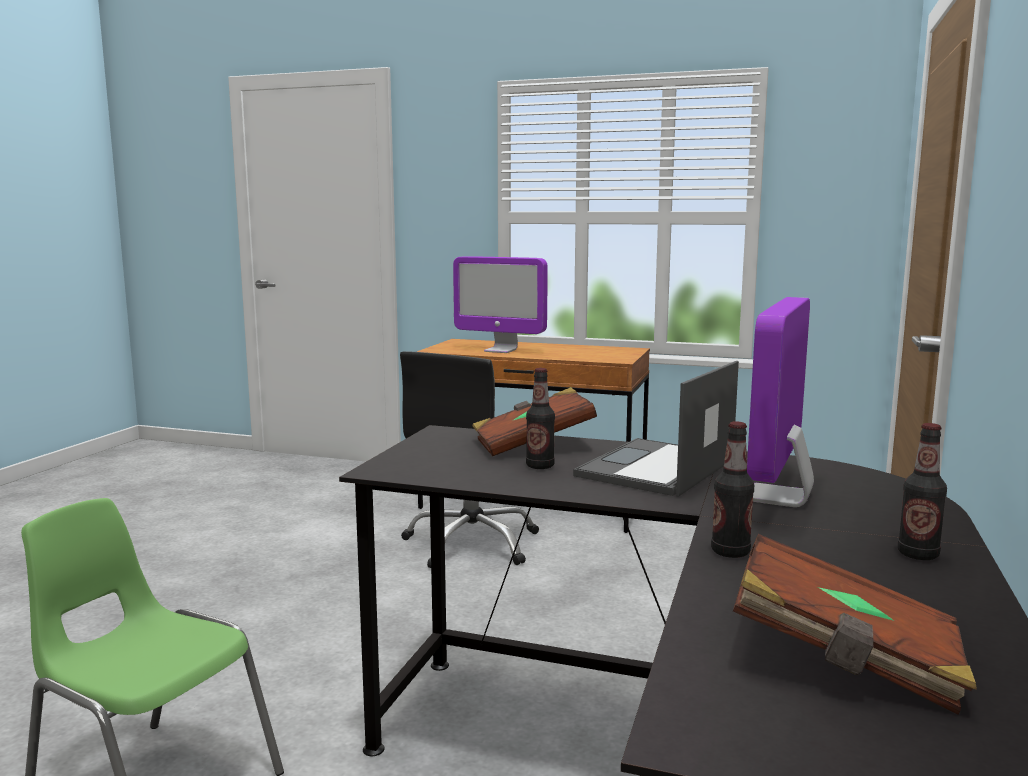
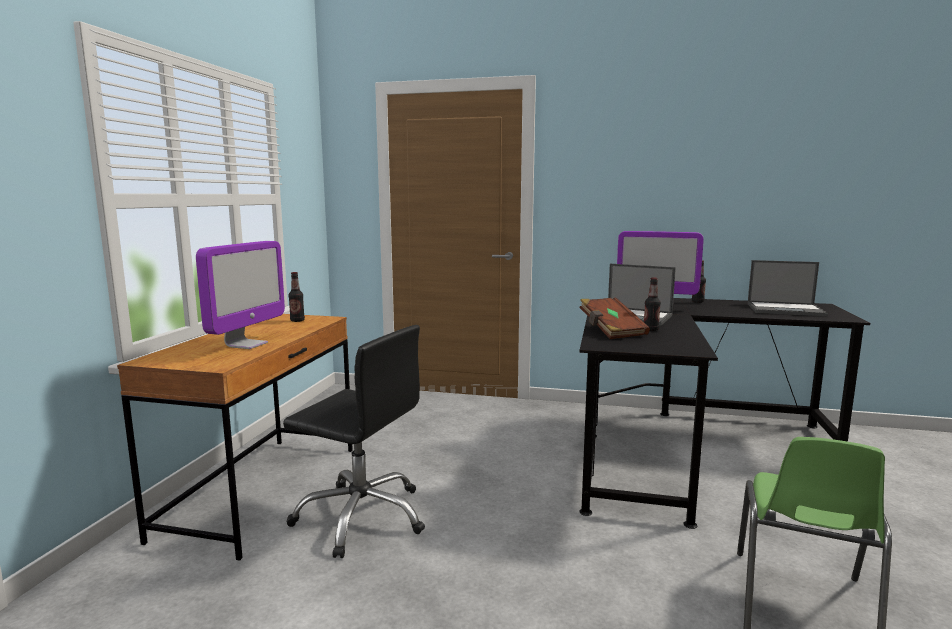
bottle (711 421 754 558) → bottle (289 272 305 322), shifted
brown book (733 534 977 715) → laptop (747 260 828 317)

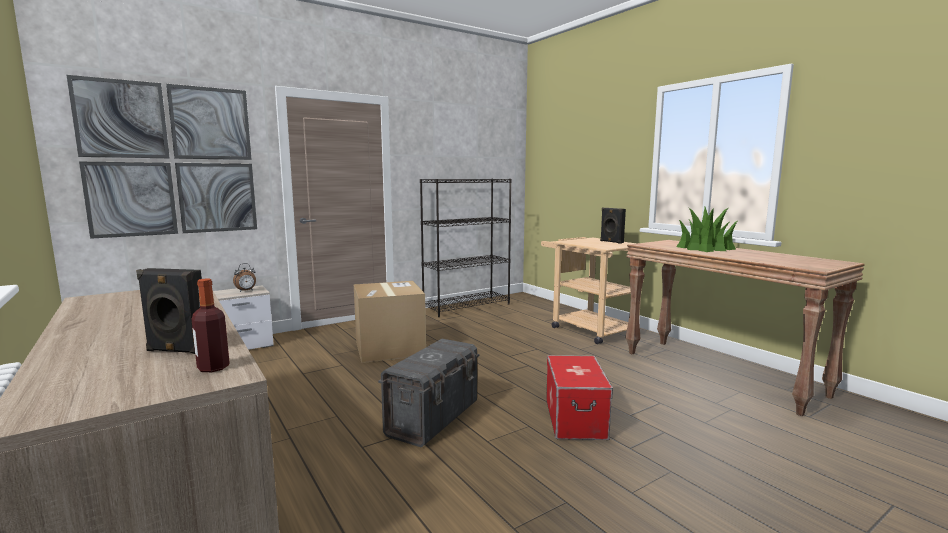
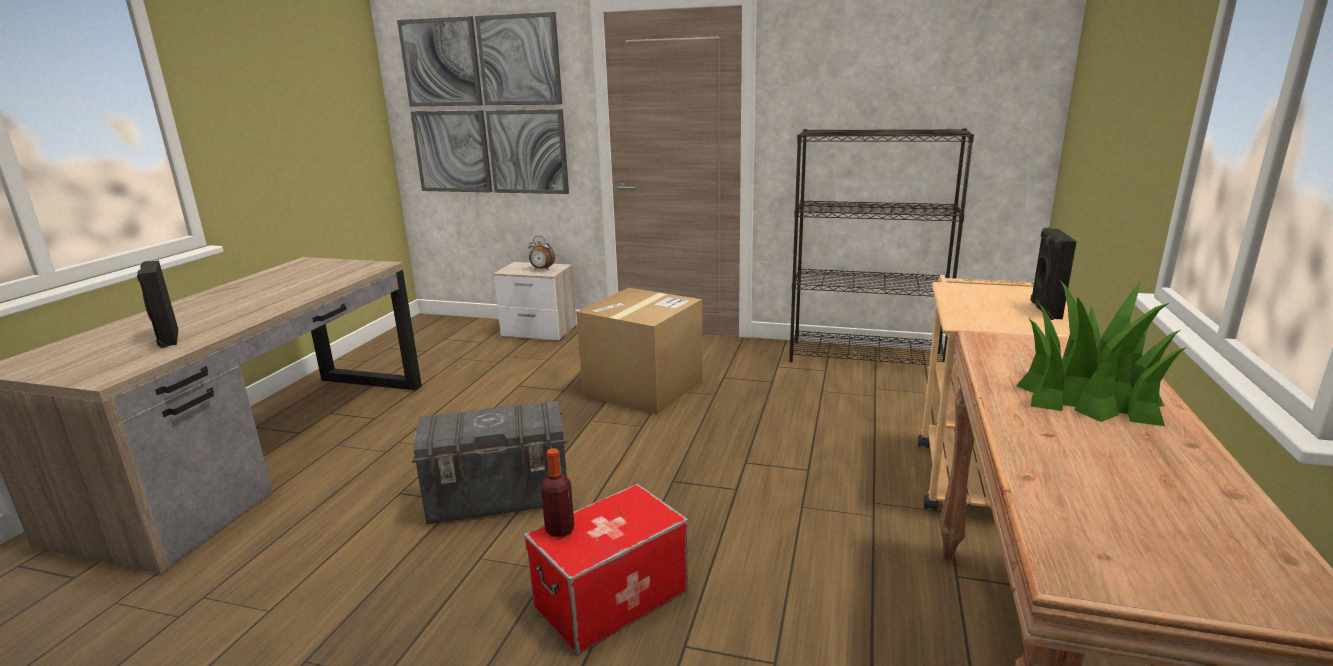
bottle (192 279 230 372) → bottle (541 448 575 538), shifted

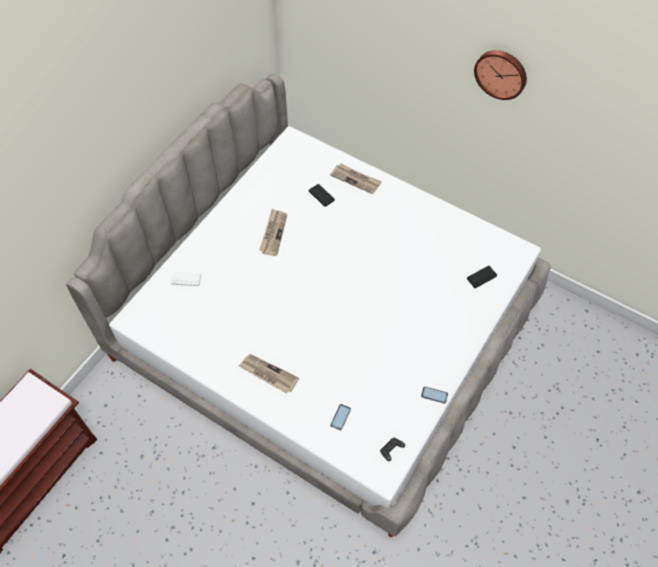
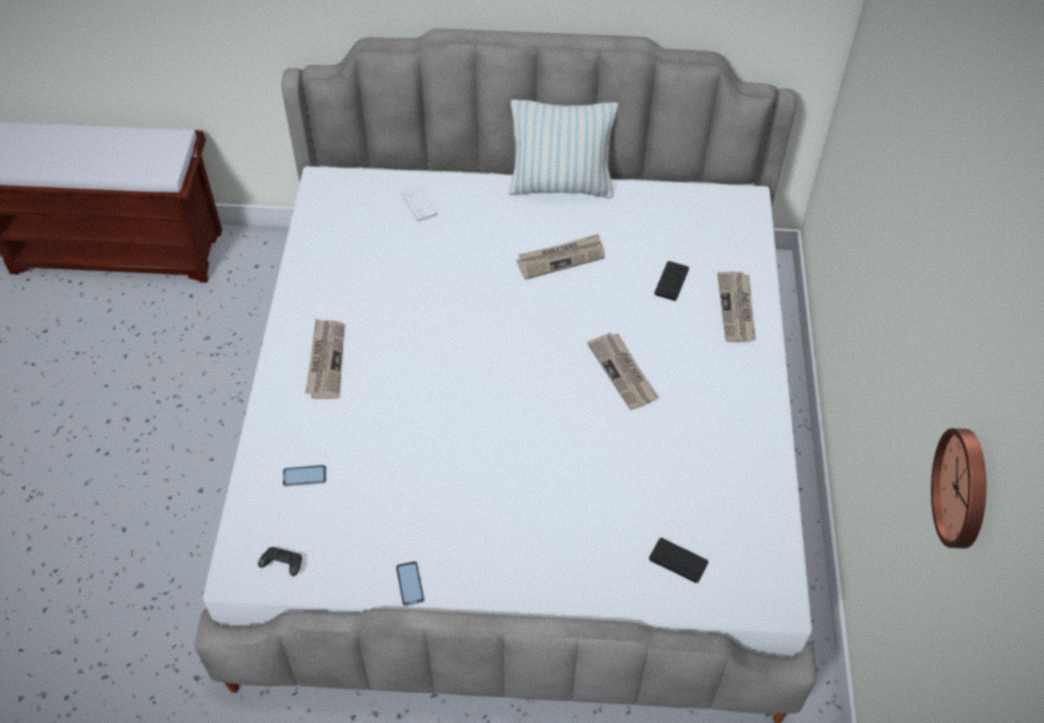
- → pillow (509 100 618 198)
- → newspaper (587 333 659 410)
wall clock (474 50 527 100) → wall clock (931 428 986 549), shifted

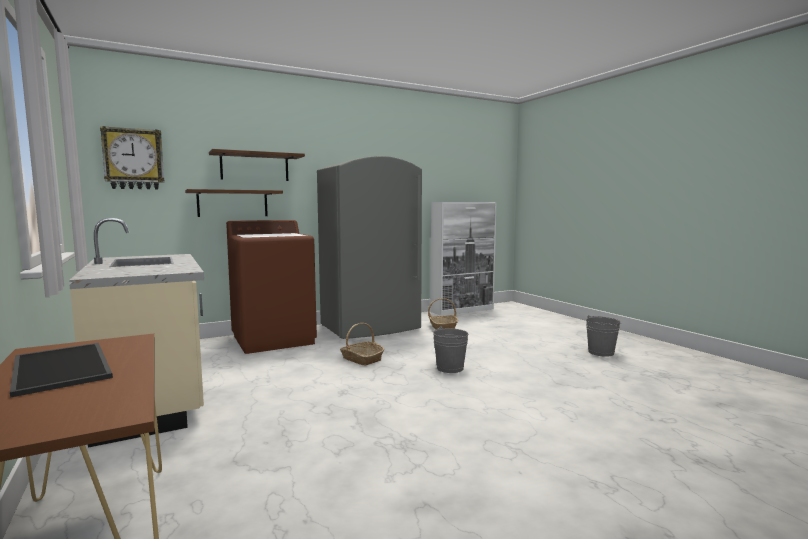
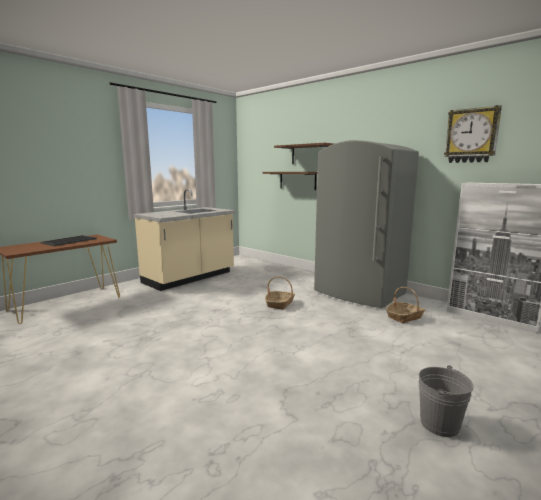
brown washing machine (226 220 317 354) → -
grey bucket (433 326 468 373) → -
wall clock (100 126 164 189) → wall clock (444 105 502 163), shifted

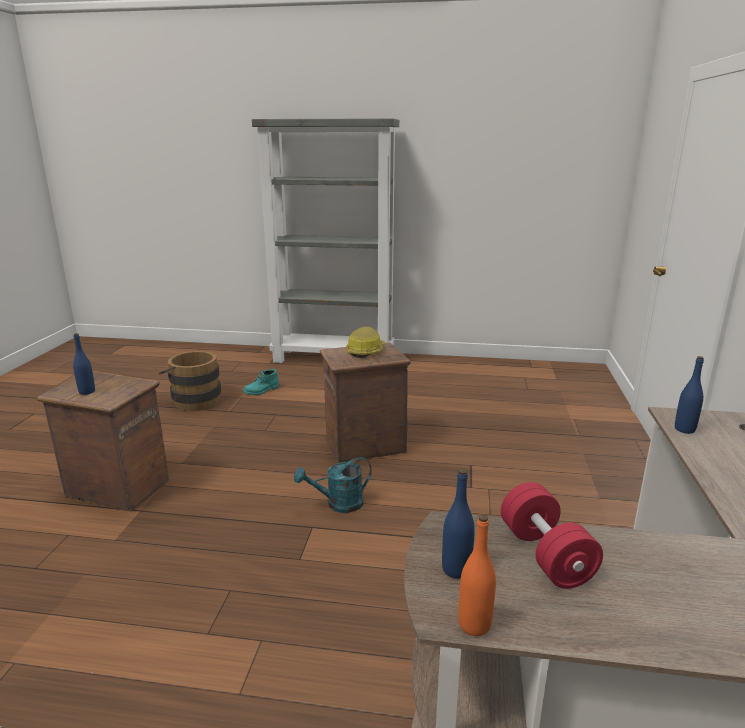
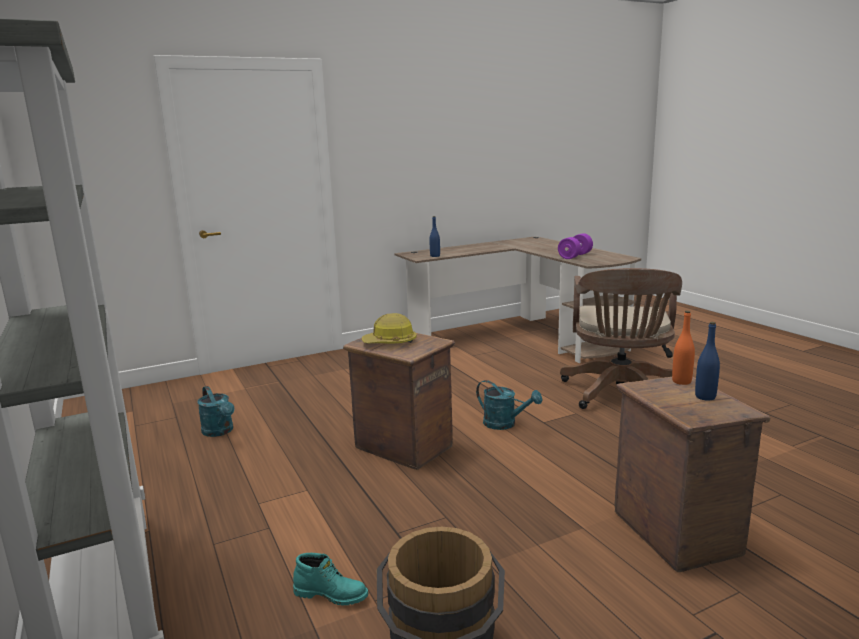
blue bottle (442 469 475 579) → -
- → turquoise watering can (197 386 234 437)
- → brown office chair (560 268 682 409)
orange bottle (458 515 496 636) → orange bottle (672 311 695 385), shifted
red dumbbell (501 482 603 589) → purple dumbbell (558 233 593 259)

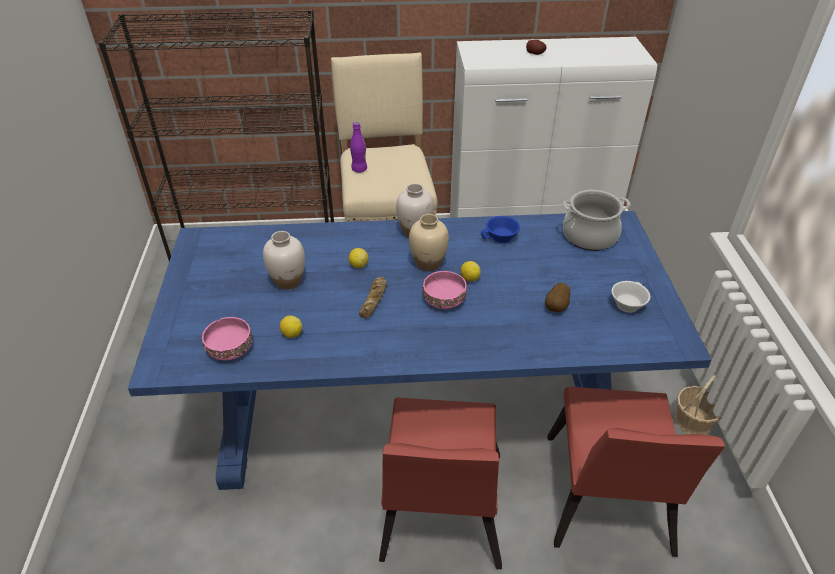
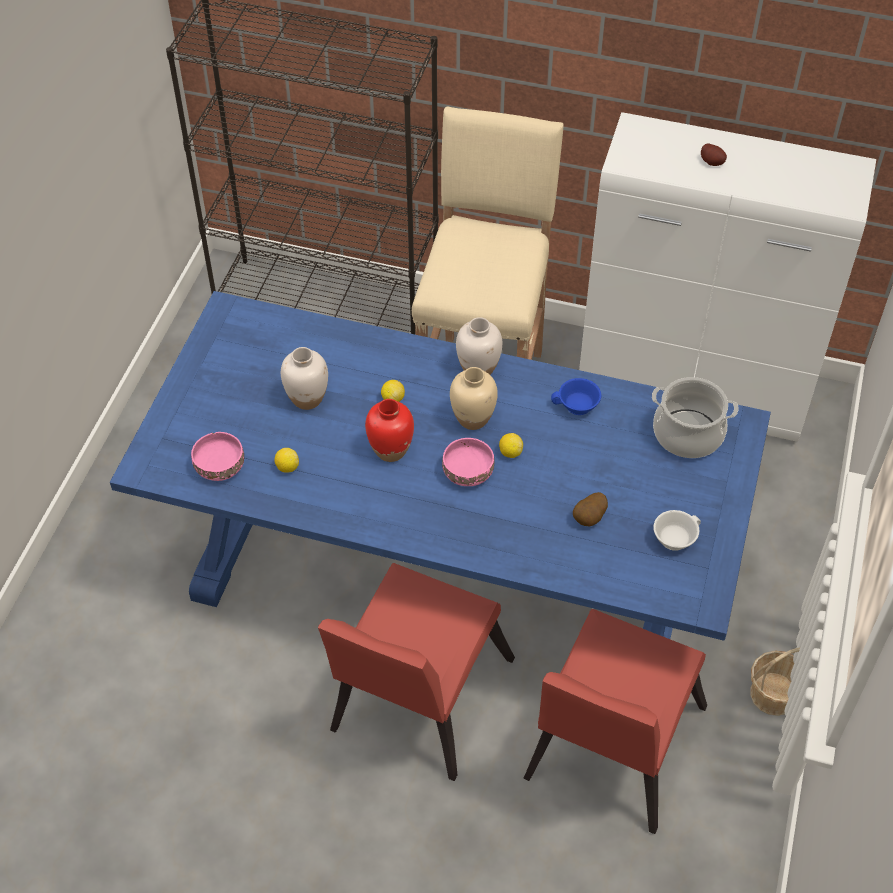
purple bottle (350 122 367 173) → -
bread (359 277 387 318) → red vase (365 399 414 462)

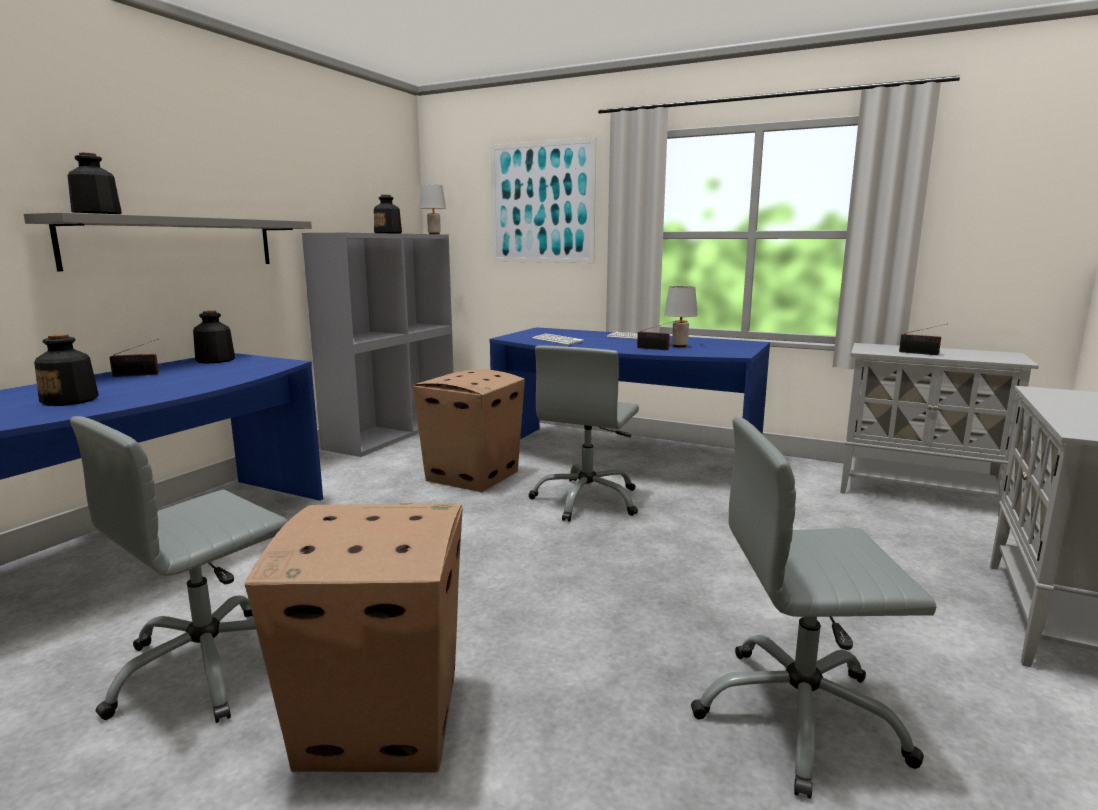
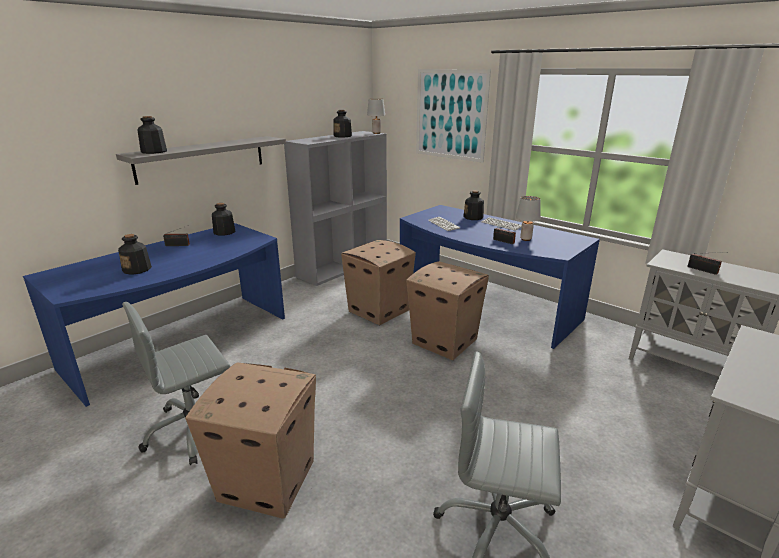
- → bottle (463 190 484 220)
grey office chair (528 345 639 522) → cardboard box (406 261 489 360)

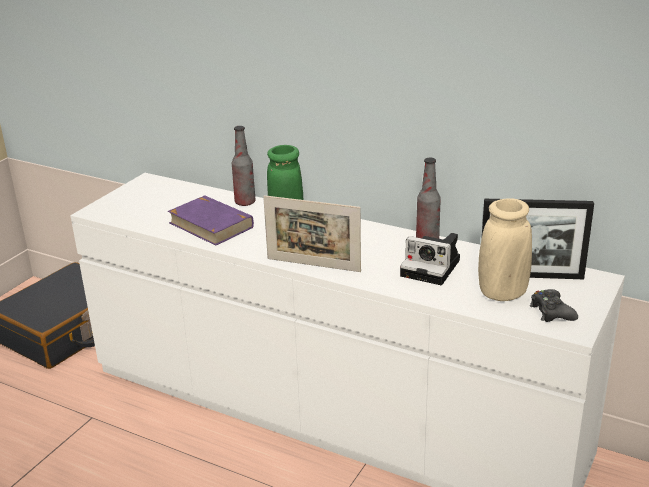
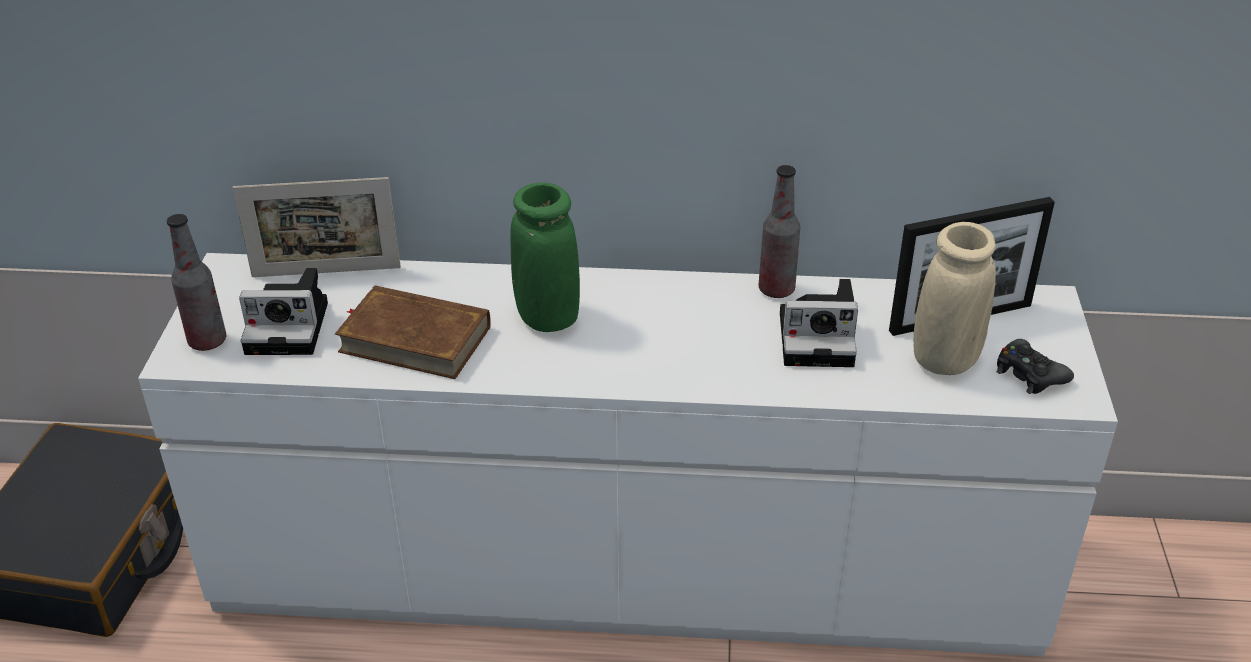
- → photo camera (239 268 328 355)
bottle (232 126 256 206) → bottle (167 214 226 351), shifted
picture frame (263 195 361 272) → picture frame (232 177 401 277), shifted
purple book (168 195 254 246) → brown book (335 285 491 379)

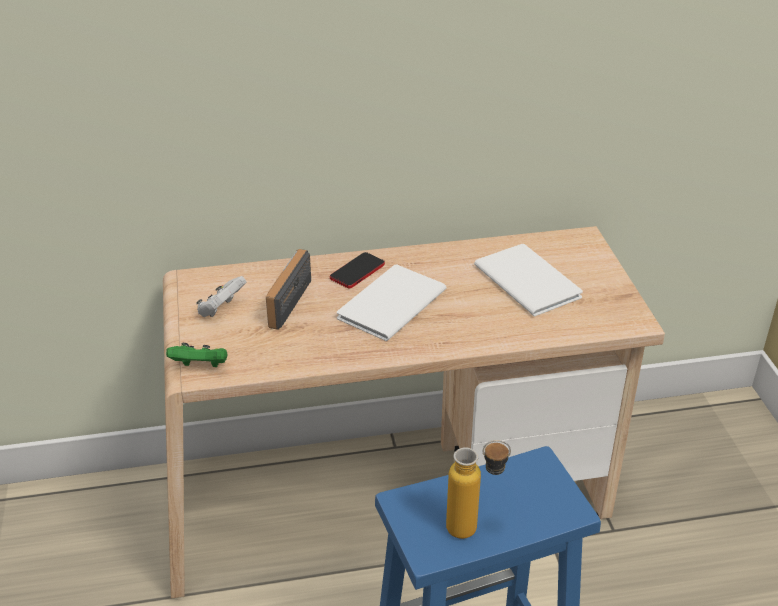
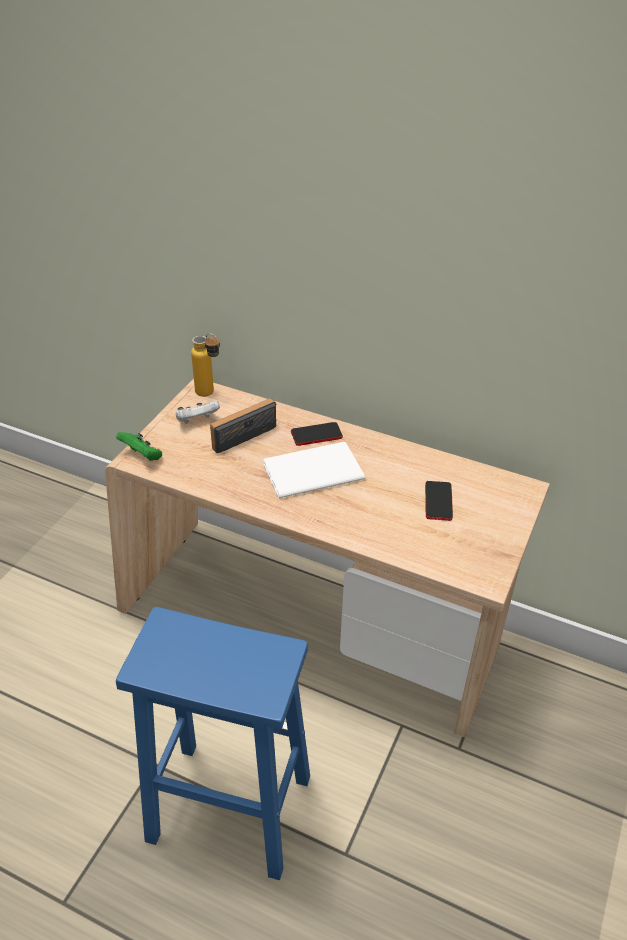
bottle (446 440 511 539) → bottle (191 333 220 397), shifted
white book (474 244 583 316) → phone (425 481 453 521)

